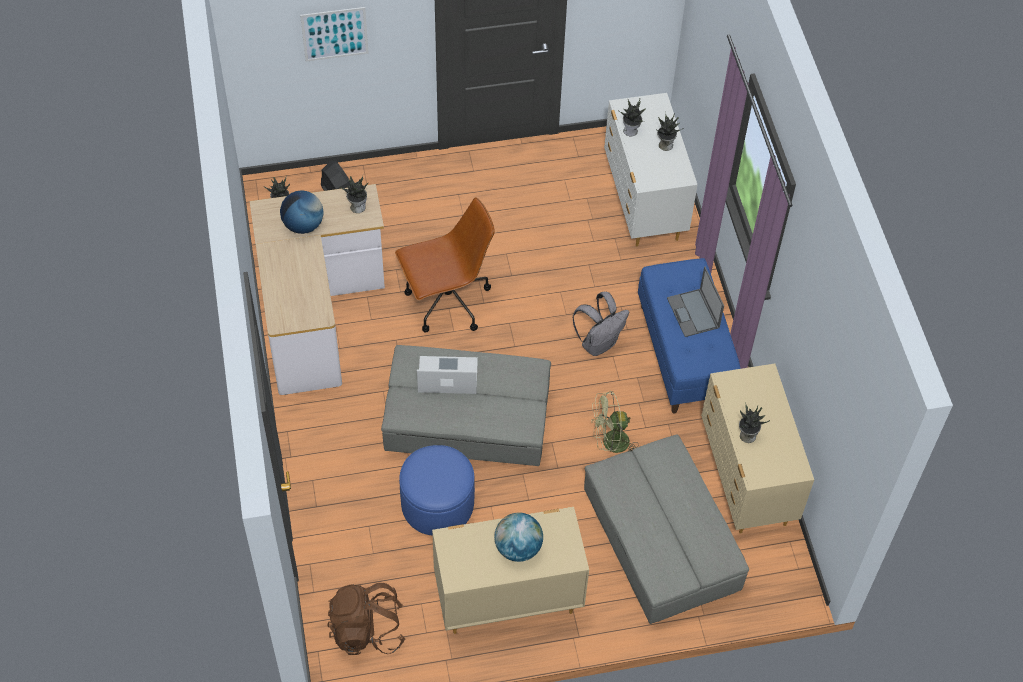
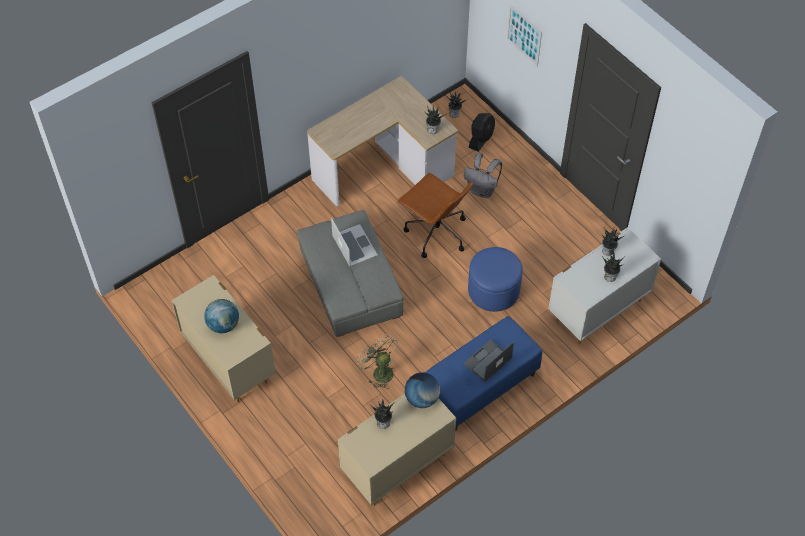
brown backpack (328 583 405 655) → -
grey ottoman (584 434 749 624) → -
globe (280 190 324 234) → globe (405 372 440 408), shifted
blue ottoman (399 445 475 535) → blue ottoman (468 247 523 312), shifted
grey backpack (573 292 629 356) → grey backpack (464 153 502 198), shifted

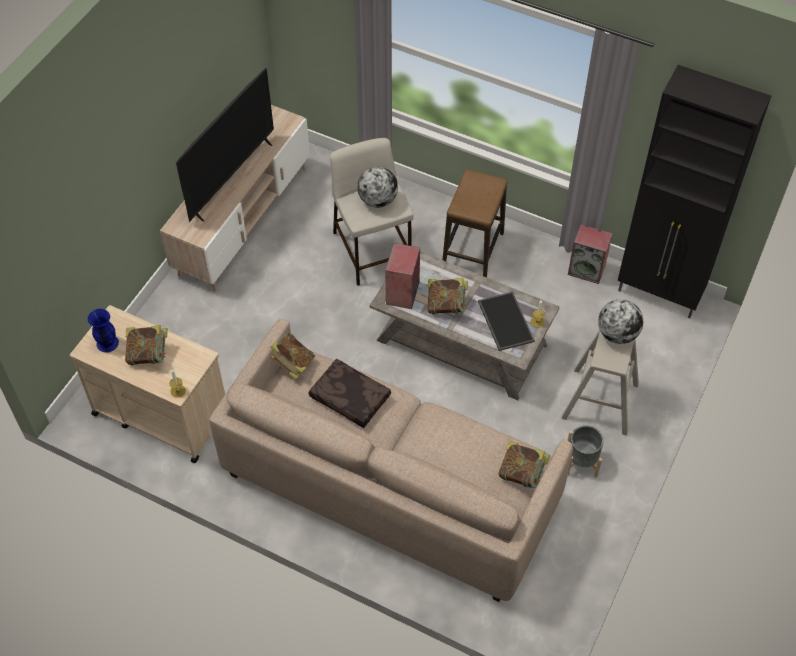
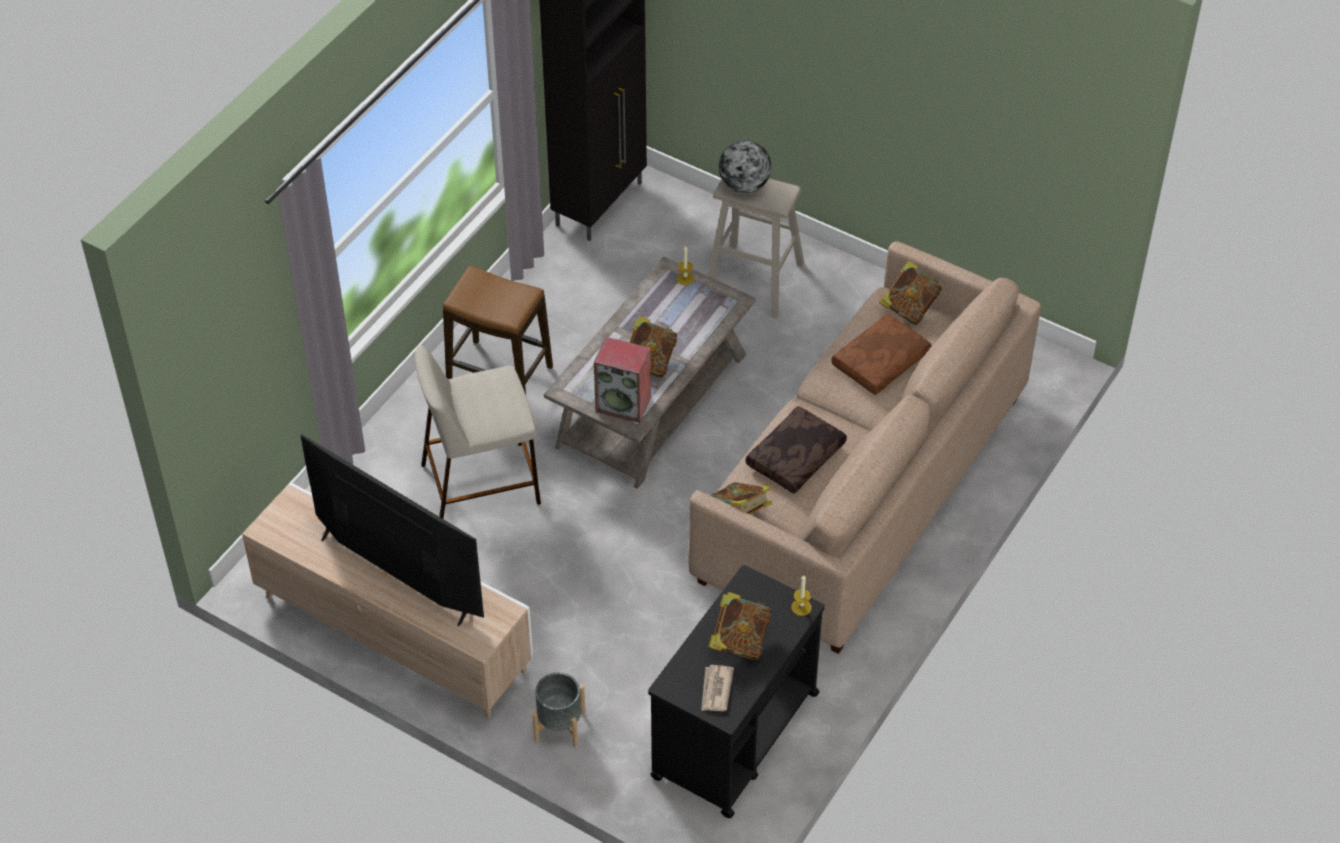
globe (357 167 398 208) → -
tray (478 292 535 351) → -
speaker (568 224 613 284) → -
- → brown pillow (831 313 931 395)
grey planter (567 425 604 477) → grey planter (532 672 585 747), shifted
blue vase (88 309 119 353) → newspaper (701 665 734 711)
beige cart (70 305 225 463) → black cart (648 565 825 818)

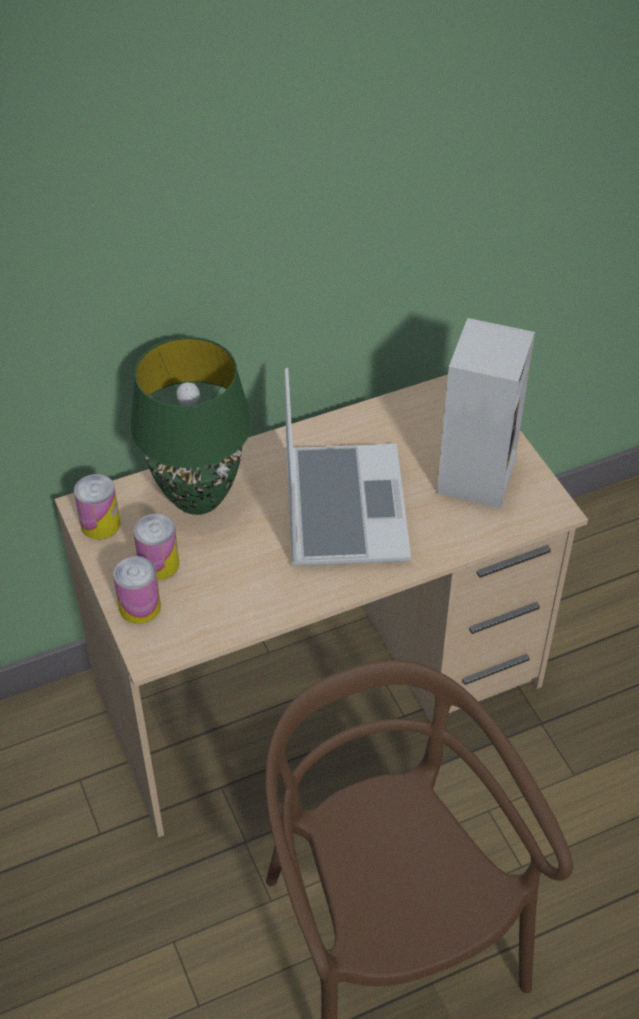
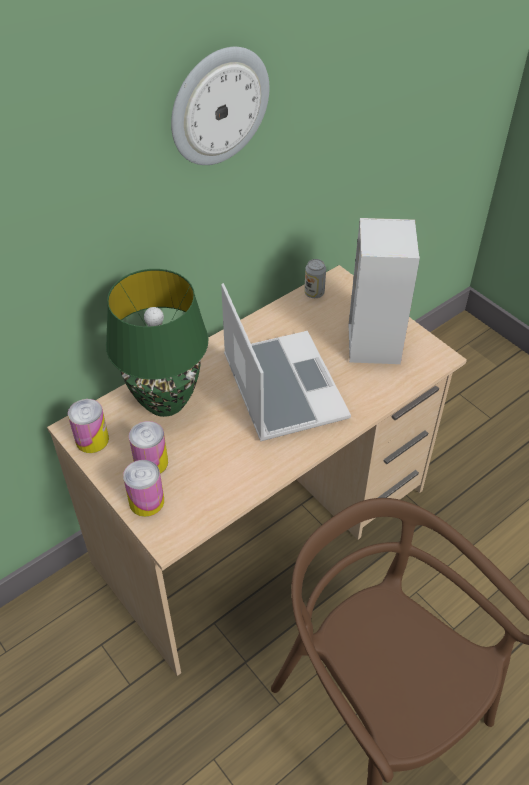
- → wall clock (171 47 269 165)
- → can (304 259 326 298)

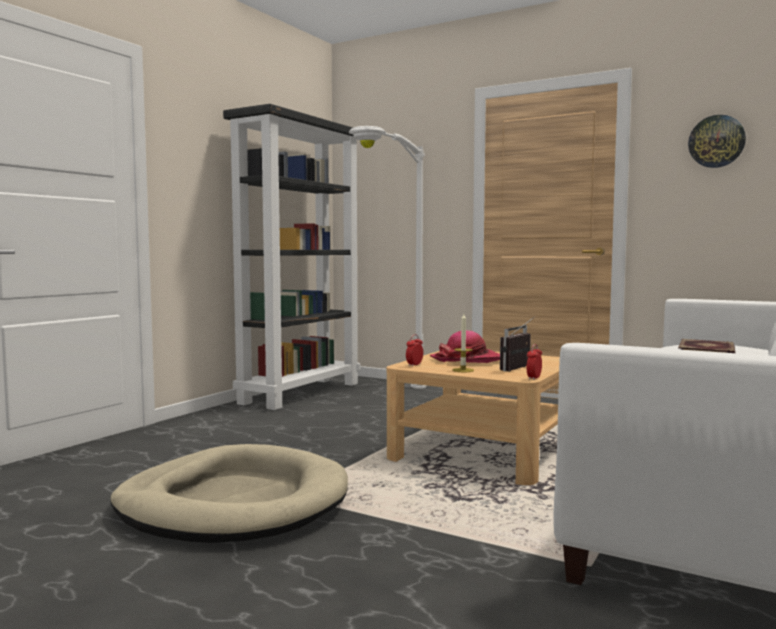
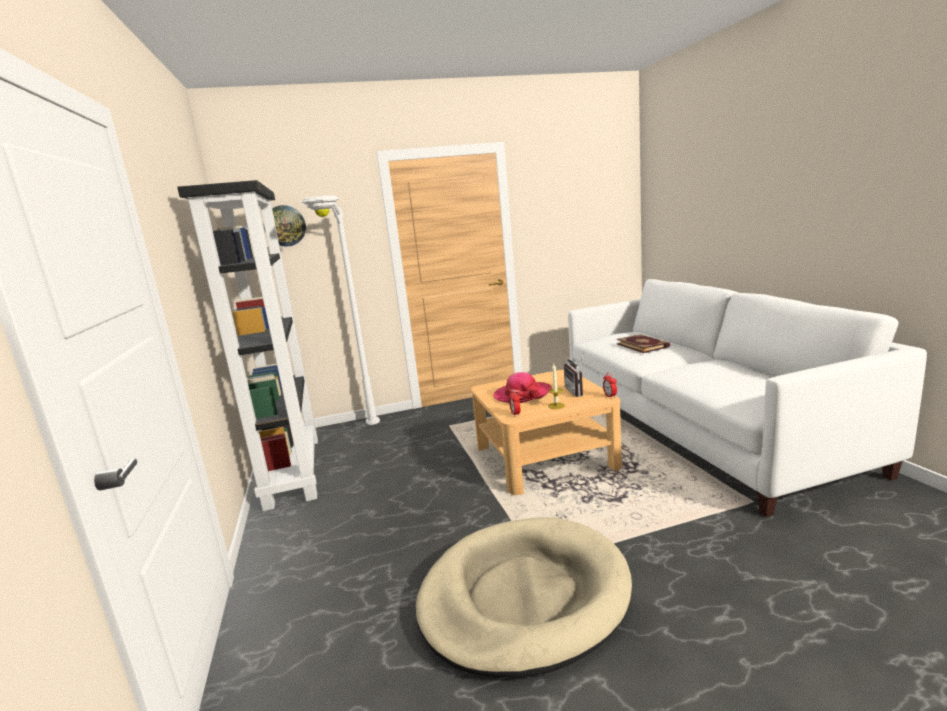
wall clock (688 115 746 168) → wall clock (264 205 306 247), shifted

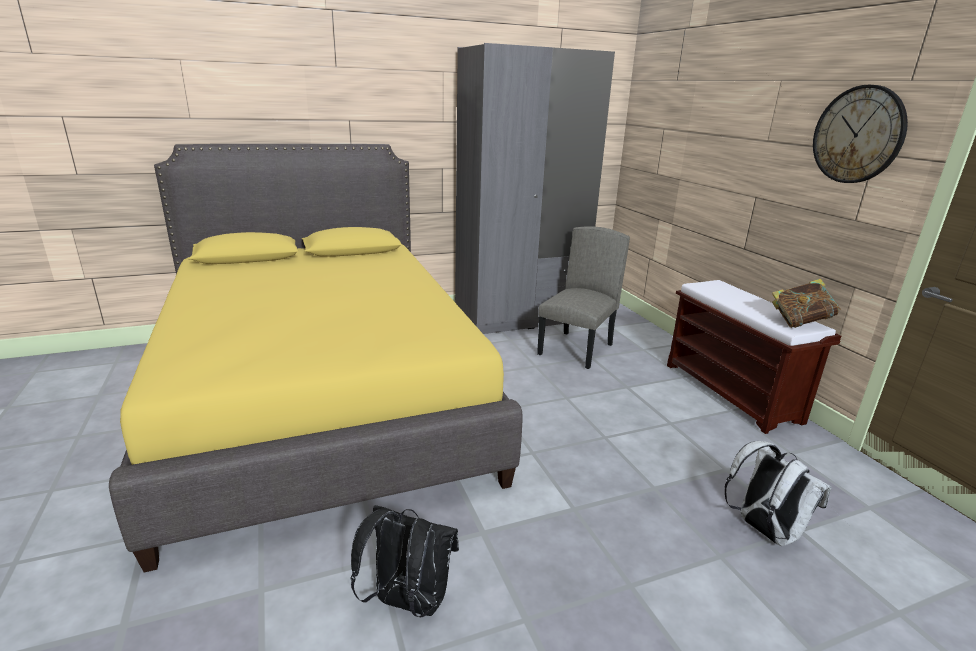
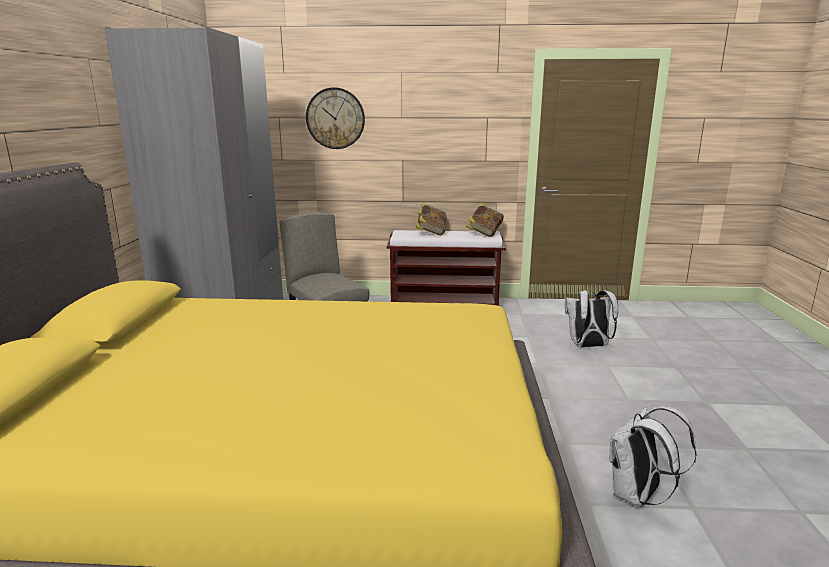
- → book (416 202 446 236)
wall clock (813 85 908 183) → wall clock (306 87 365 149), shifted
black backpack (350 505 459 617) → white backpack (609 406 697 507)

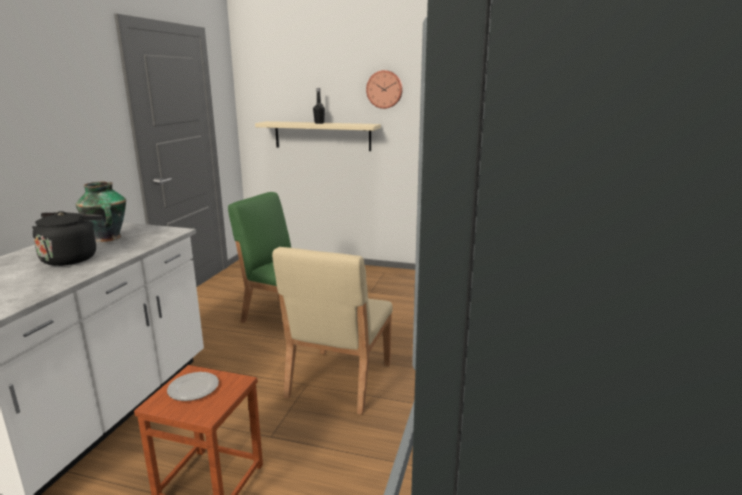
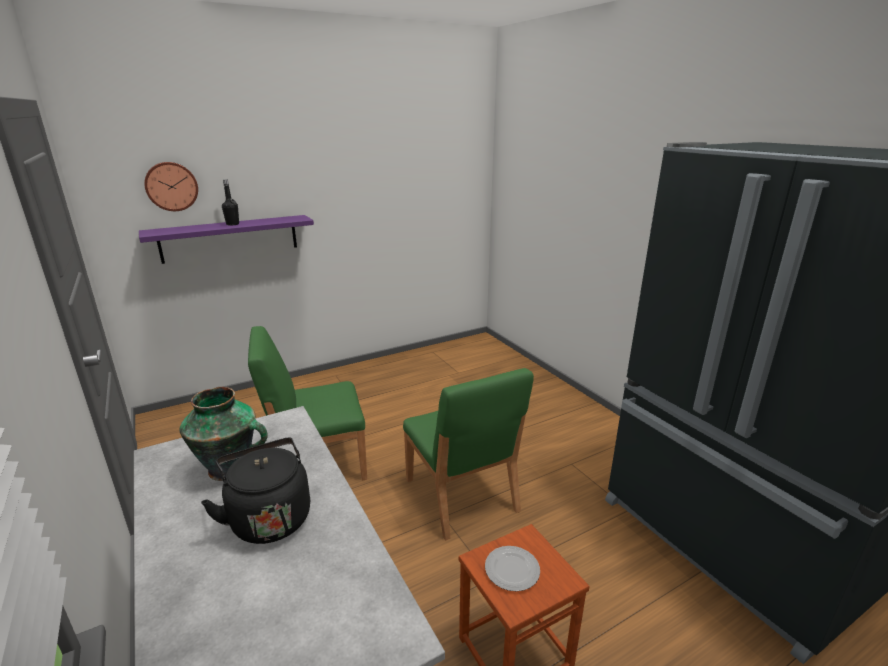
wall clock (366 70 403 109) → wall clock (144 162 198 211), shifted
beige shelf (255 121 381 151) → purple shelf (139 215 314 264)
beige chair (272 247 393 415) → green chair (403 368 534 540)

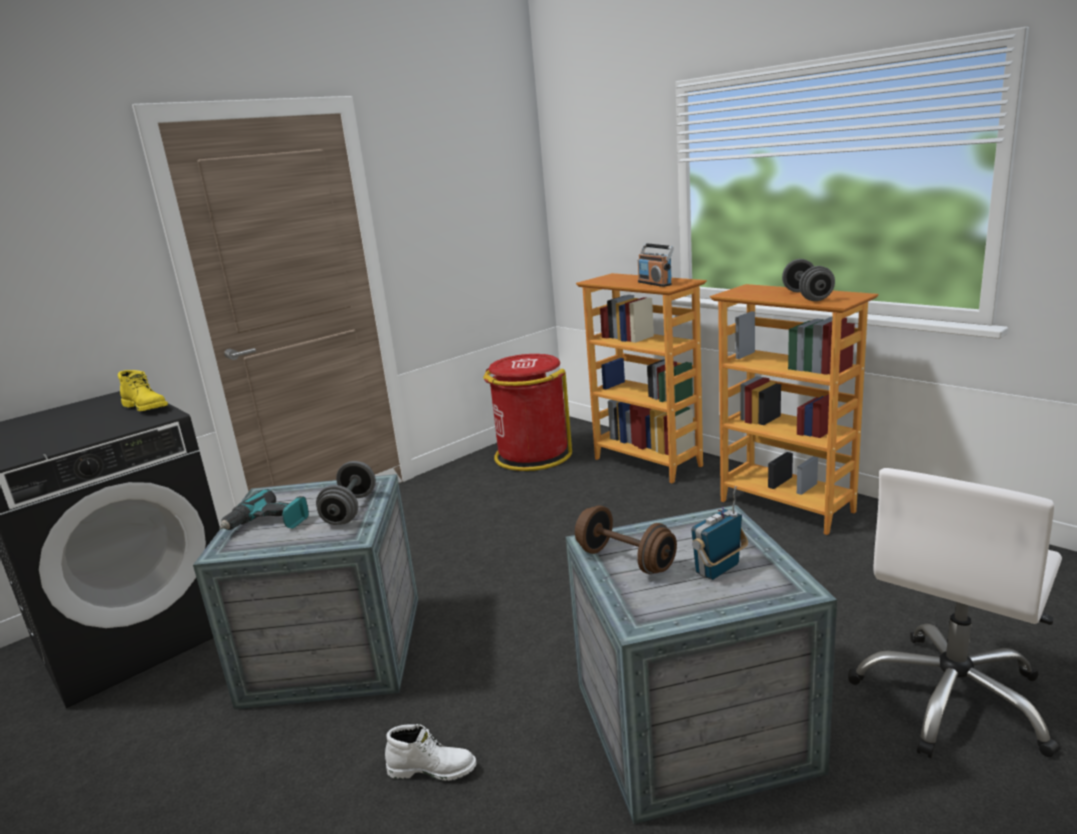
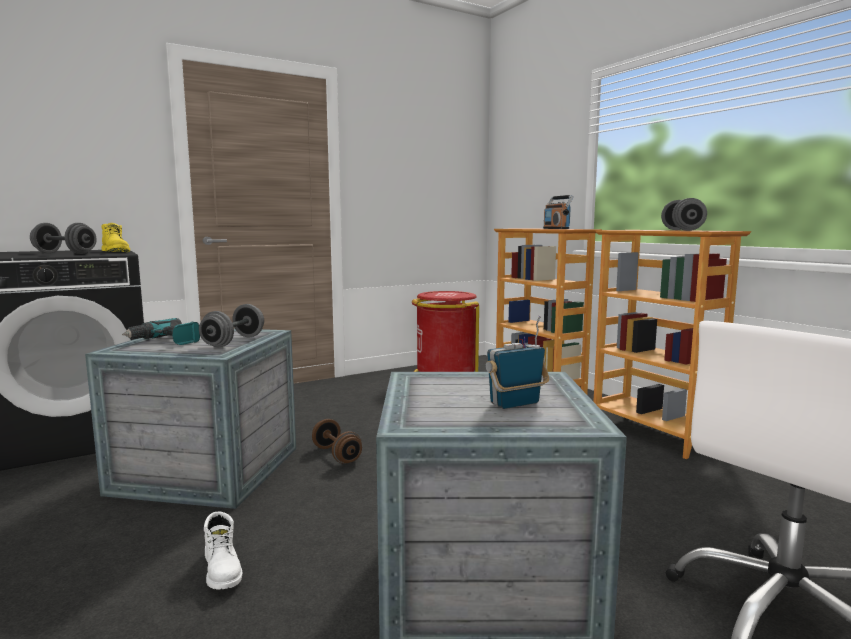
- → grey dumbbell (30 223 97 254)
brown dumbbell (575 505 677 574) → brown dumbbell (312 419 362 464), shifted
white boot (385 724 477 781) → white boot (204 511 243 590), 45 degrees clockwise

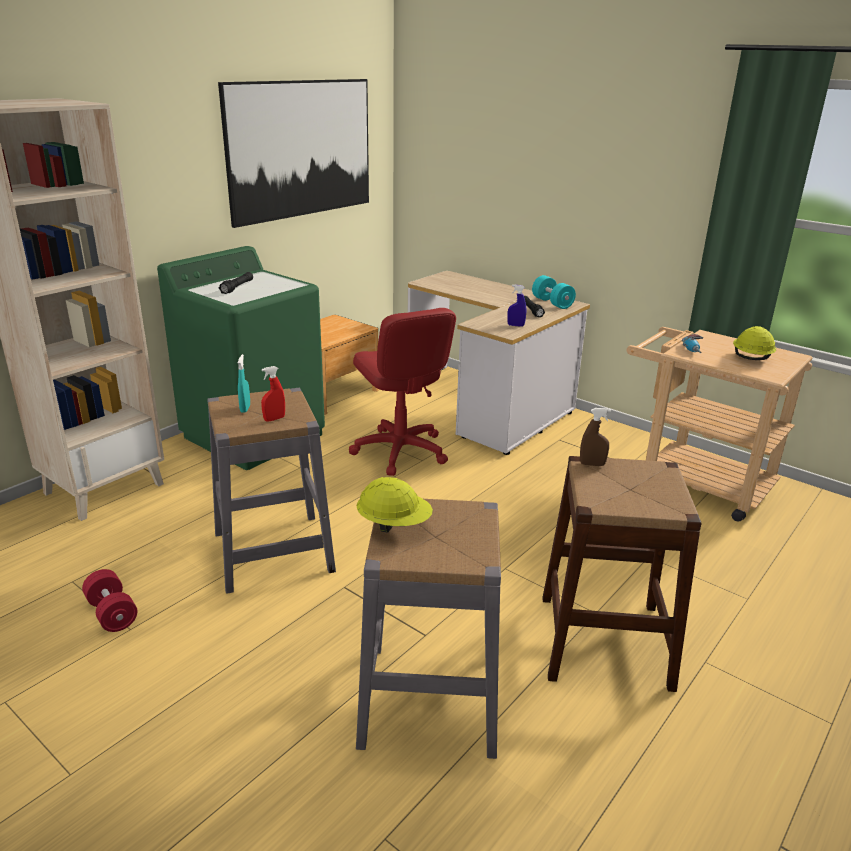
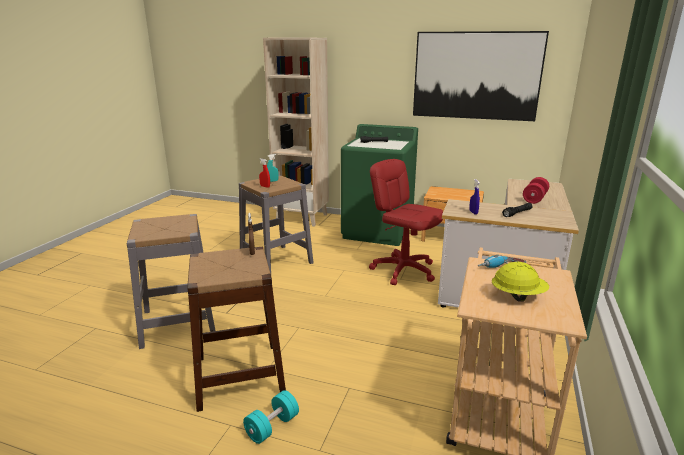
yellow hard hat (356 477 433 533) → -
red dumbbell (82 569 137 632) → red dumbbell (523 177 549 204), shifted
turquoise dumbbell (532 275 576 309) → turquoise dumbbell (243 390 299 444), shifted
red office chair (349 308 456 476) → red office chair (369 159 443 285), 90 degrees clockwise

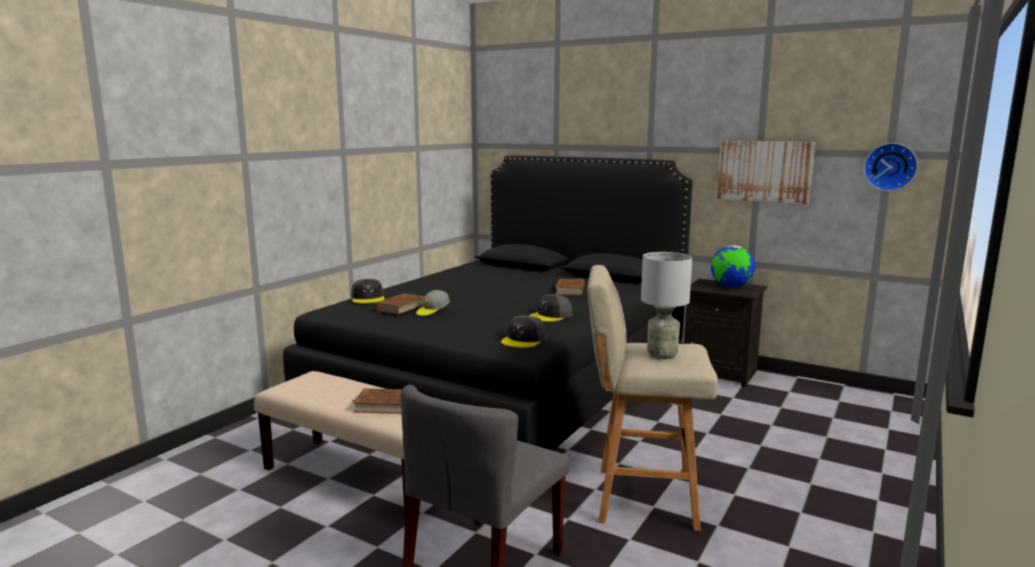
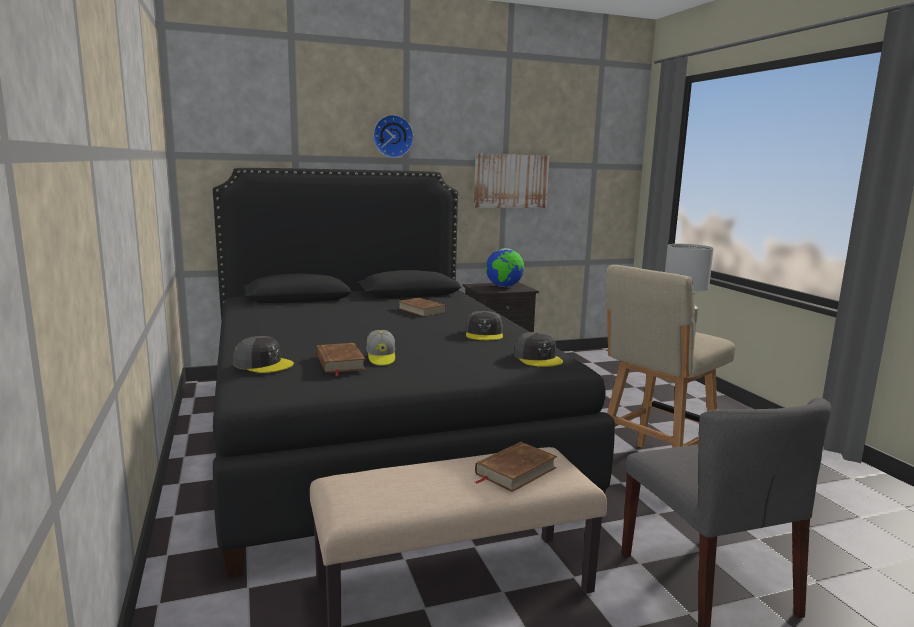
wall clock (864 143 918 191) → wall clock (373 115 414 158), shifted

